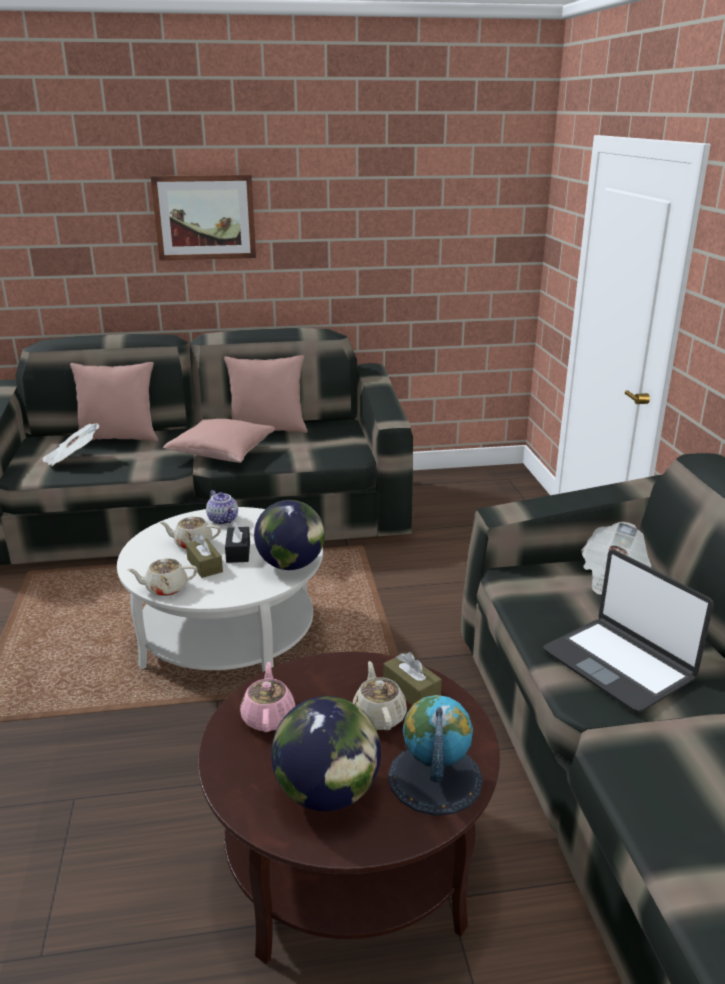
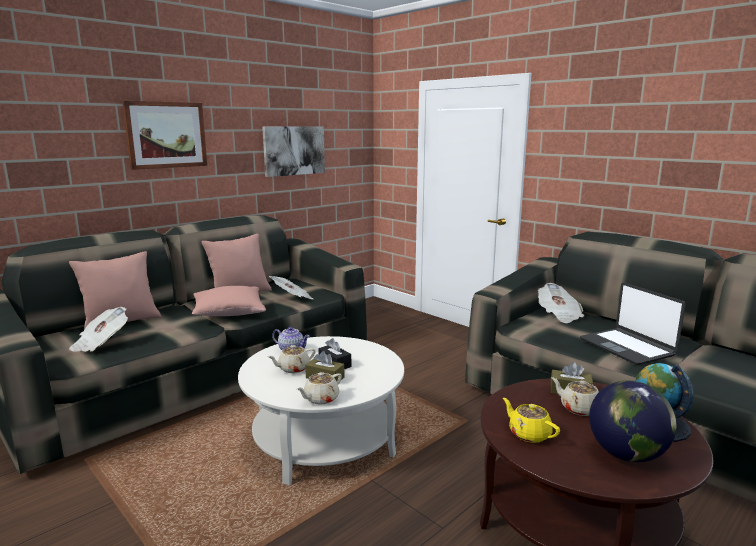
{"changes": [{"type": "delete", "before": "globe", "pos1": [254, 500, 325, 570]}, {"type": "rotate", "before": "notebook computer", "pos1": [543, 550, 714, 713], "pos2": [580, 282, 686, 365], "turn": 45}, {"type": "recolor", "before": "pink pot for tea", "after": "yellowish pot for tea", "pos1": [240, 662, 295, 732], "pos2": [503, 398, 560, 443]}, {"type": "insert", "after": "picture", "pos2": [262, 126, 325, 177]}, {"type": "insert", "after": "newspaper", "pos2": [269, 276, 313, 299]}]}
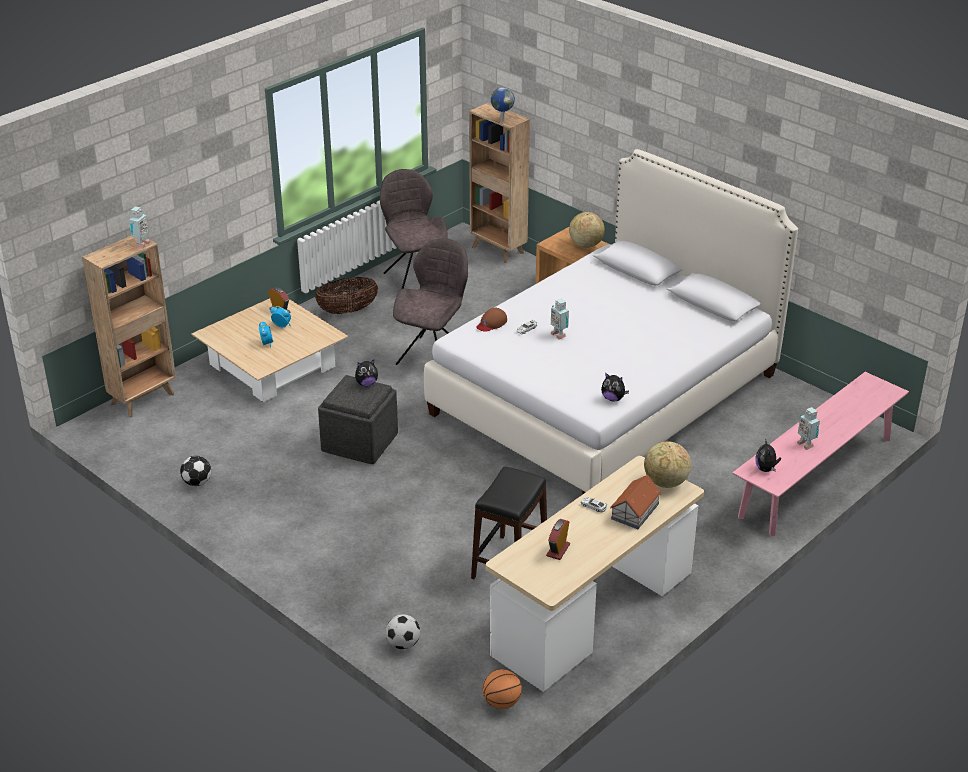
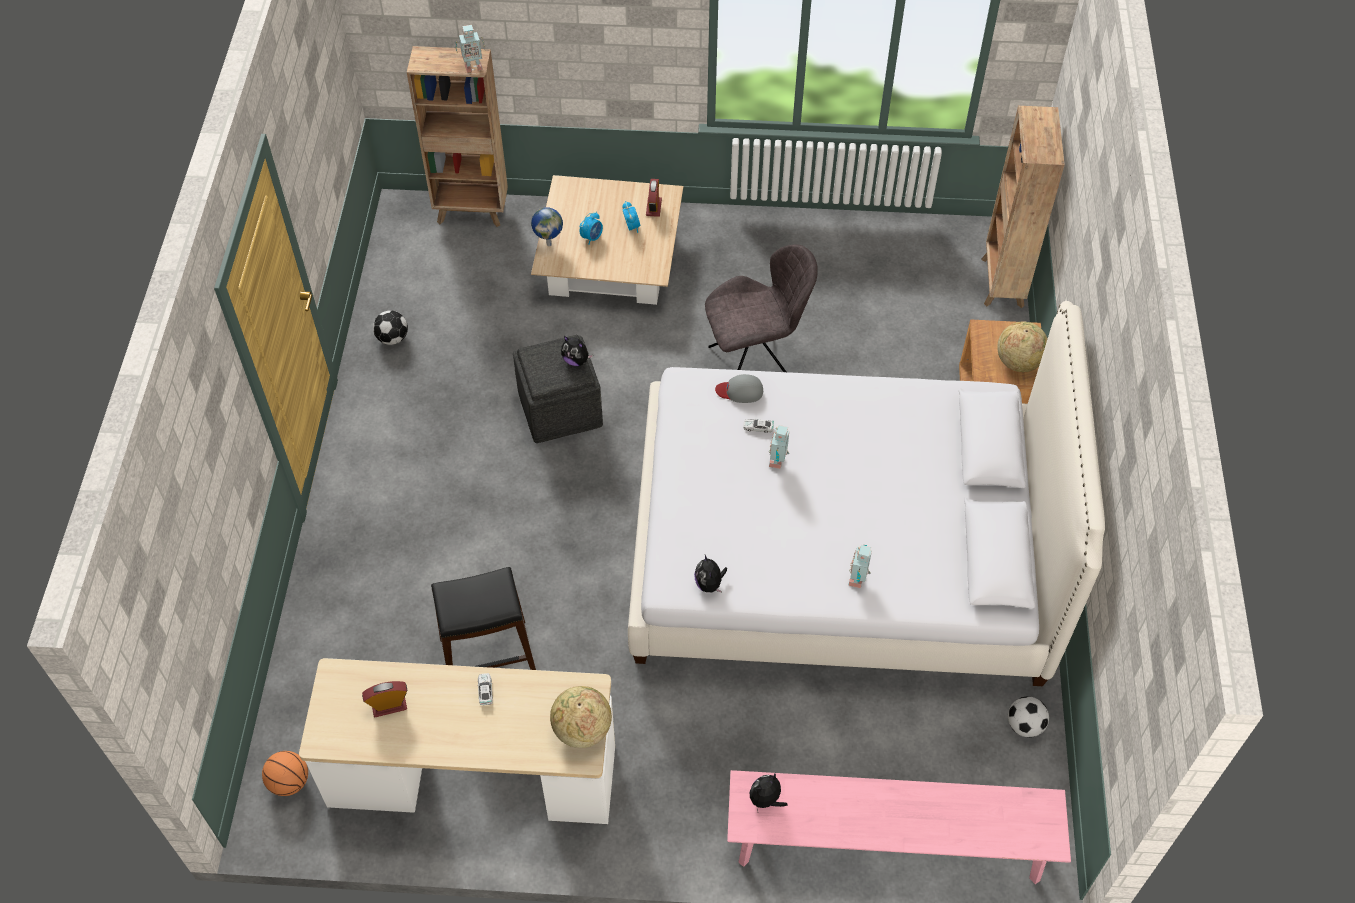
{"changes": [{"type": "move", "before": "globe", "pos1": [491, 87, 515, 122], "pos2": [531, 207, 563, 246]}, {"type": "delete", "before": "gray chair", "pos1": [380, 169, 448, 289]}, {"type": "delete", "before": "storage basket", "pos1": [315, 277, 378, 314]}, {"type": "recolor", "before": "brownish peaked cap", "after": "gray peaked cap", "pos1": [477, 308, 507, 332], "pos2": [715, 374, 763, 403]}, {"type": "move", "before": "robot figure", "pos1": [797, 407, 820, 450], "pos2": [848, 545, 872, 588]}, {"type": "delete", "before": "miniature house", "pos1": [610, 475, 661, 529]}, {"type": "move", "before": "football ball", "pos1": [386, 614, 420, 649], "pos2": [1008, 696, 1049, 737]}]}
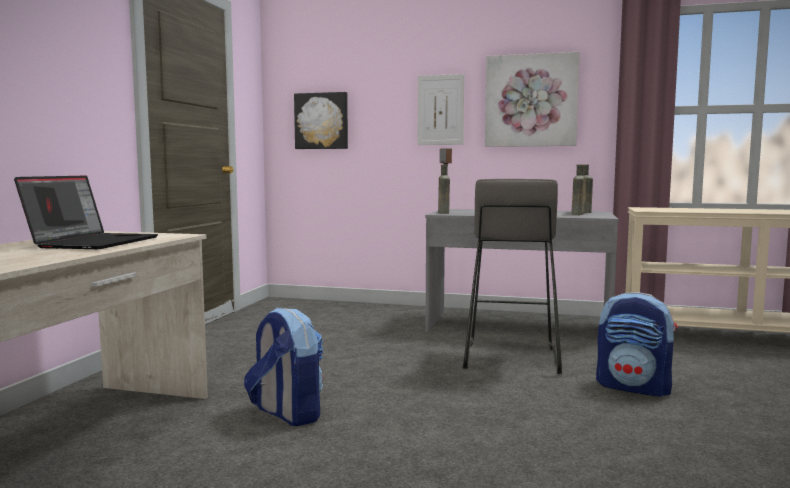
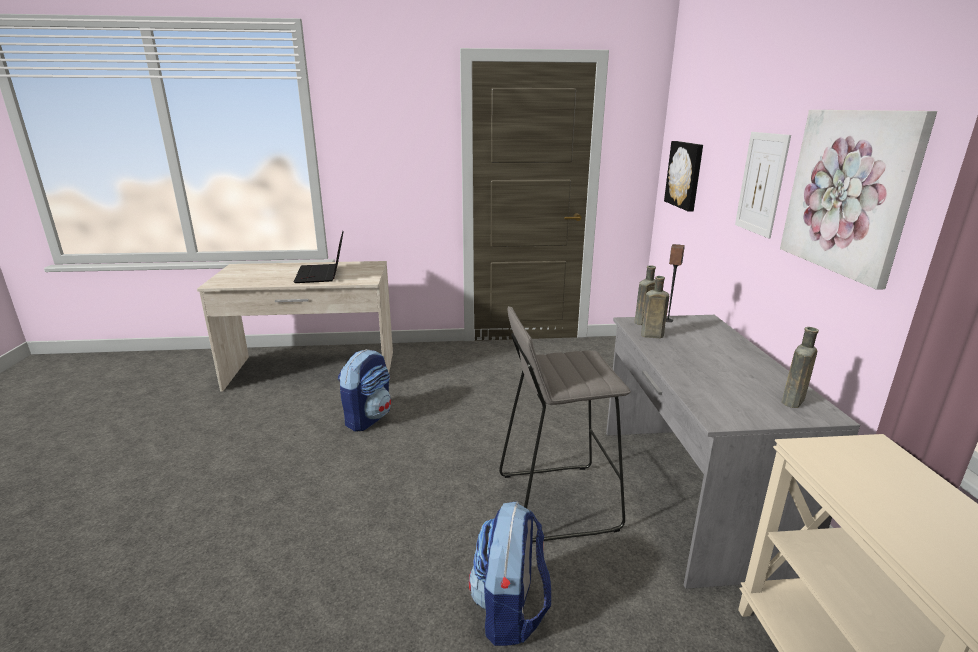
{"changes": [{"type": "move", "before": "brownish beverage bottle", "pos1": [571, 164, 586, 215], "pos2": [641, 276, 669, 338]}, {"type": "rotate", "before": "notebook computer", "pos1": [14, 176, 158, 249], "pos2": [293, 231, 344, 283], "turn": 90}]}
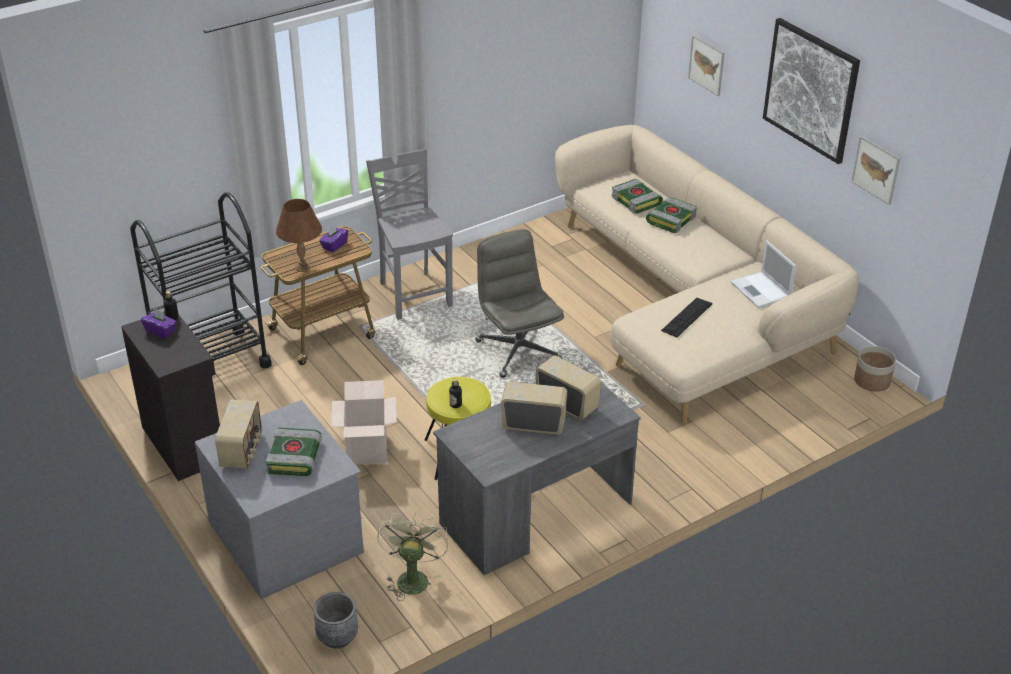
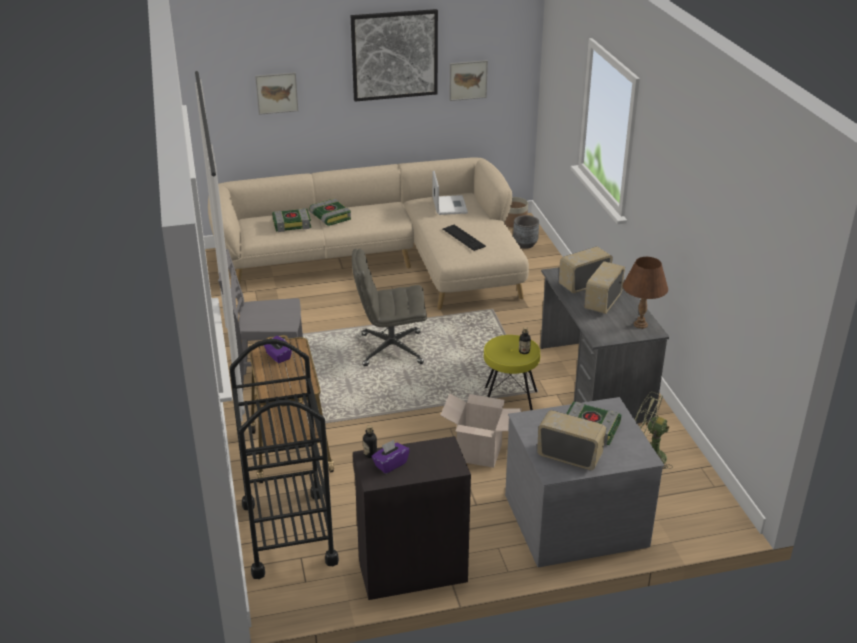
{"changes": [{"type": "move", "before": "brownish table lamp", "pos1": [276, 199, 322, 272], "pos2": [623, 257, 668, 329]}, {"type": "rotate", "before": "notebook computer", "pos1": [730, 241, 796, 308], "pos2": [432, 171, 468, 215], "turn": -90}, {"type": "move", "before": "gray planter", "pos1": [313, 592, 358, 649], "pos2": [513, 215, 539, 249]}]}
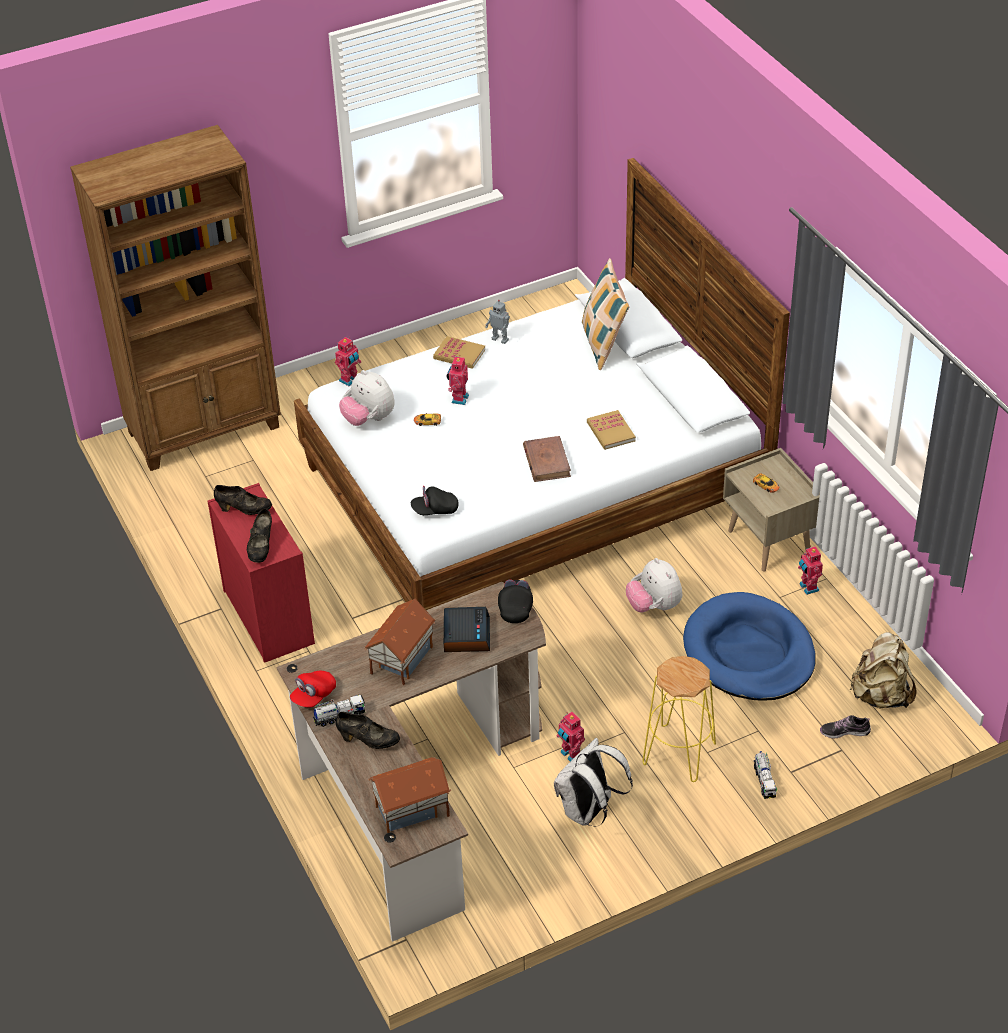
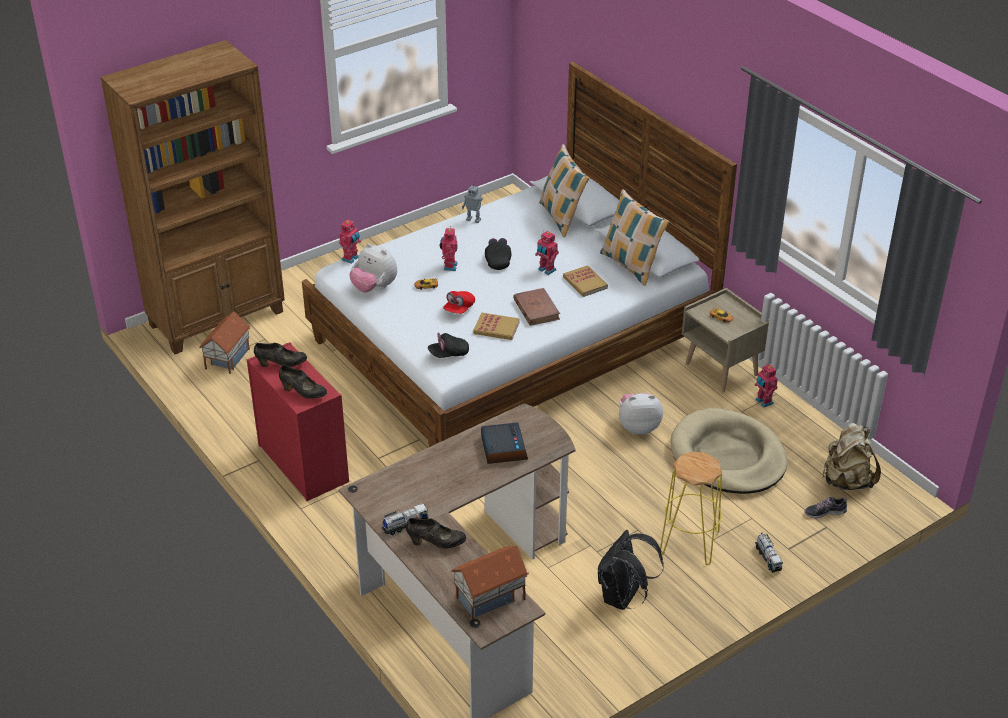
{"changes": [{"type": "move", "before": "bound book", "pos1": [433, 336, 485, 369], "pos2": [473, 312, 520, 340]}, {"type": "rotate", "before": "blackish item of footwear", "pos1": [247, 509, 272, 563], "pos2": [279, 365, 327, 399], "turn": -60}, {"type": "rotate", "before": "plush toy", "pos1": [626, 558, 682, 612], "pos2": [619, 393, 663, 435], "turn": 120}, {"type": "move", "before": "blackish peaked cap", "pos1": [498, 579, 533, 623], "pos2": [485, 238, 511, 270]}, {"type": "recolor", "before": "blue-coloured dog cushion", "after": "beige-coloured dog cushion", "pos1": [683, 592, 815, 701], "pos2": [671, 408, 787, 494]}, {"type": "move", "before": "miniature house", "pos1": [365, 599, 435, 685], "pos2": [199, 311, 250, 374]}, {"type": "move", "before": "red peaked cap", "pos1": [290, 671, 336, 707], "pos2": [443, 291, 475, 314]}, {"type": "move", "before": "robot figure", "pos1": [556, 712, 585, 762], "pos2": [535, 231, 559, 275]}, {"type": "recolor", "before": "whitish backpack", "after": "blackish backpack", "pos1": [554, 738, 633, 827], "pos2": [598, 530, 664, 610]}, {"type": "insert", "after": "cushion", "pos2": [600, 189, 669, 286]}]}
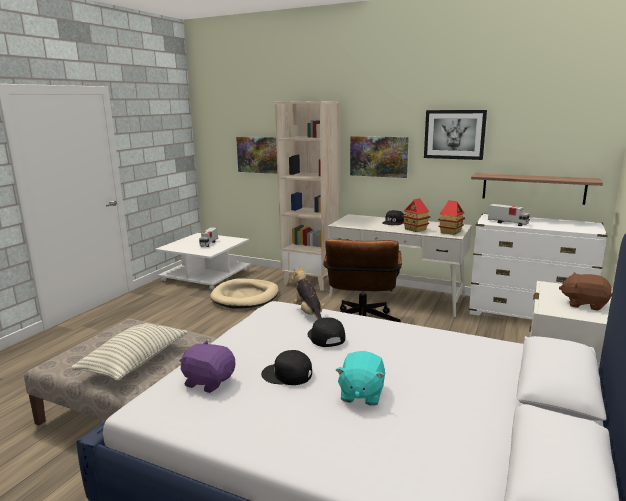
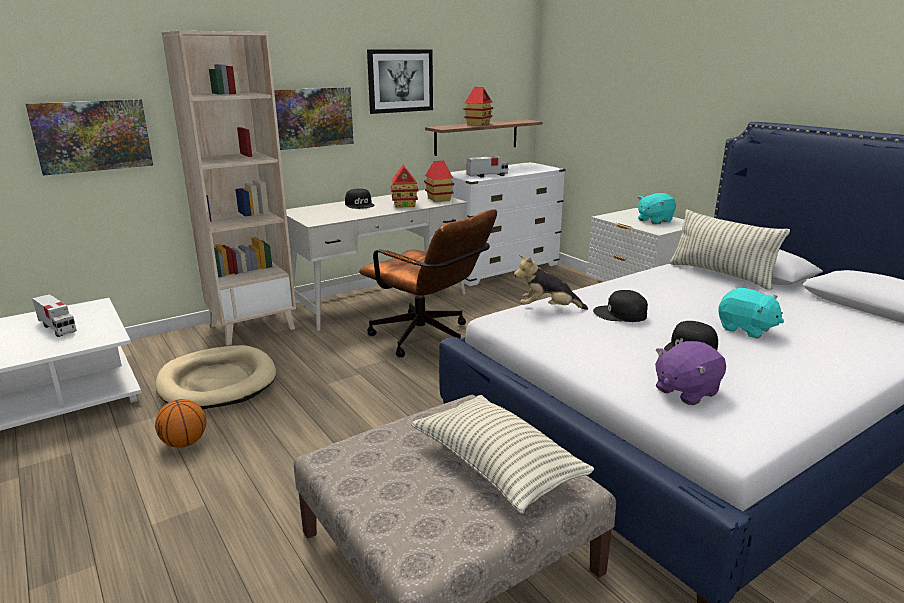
{"changes": [{"type": "recolor", "before": "brownish plush toy", "after": "turquoise plush toy", "pos1": [559, 273, 612, 311], "pos2": [638, 193, 676, 224]}, {"type": "insert", "after": "miniature house", "pos2": [464, 87, 493, 126]}, {"type": "insert", "after": "cushion", "pos2": [669, 210, 790, 290]}, {"type": "insert", "after": "basketball", "pos2": [155, 399, 206, 448]}]}
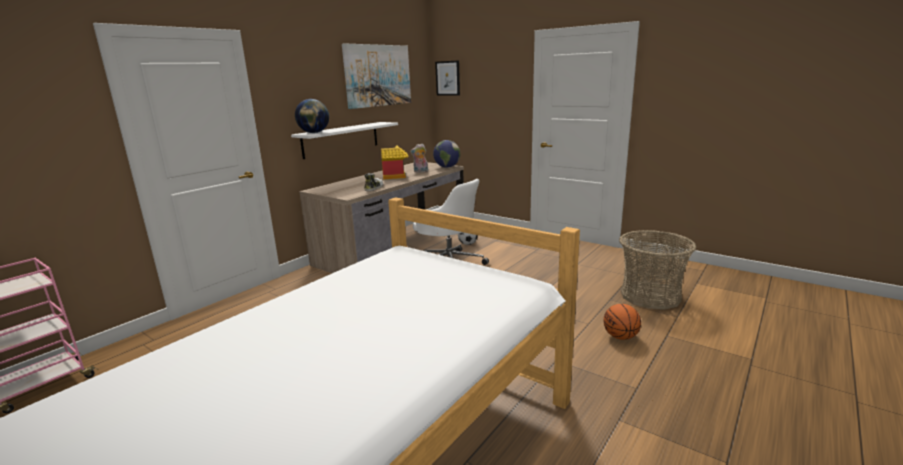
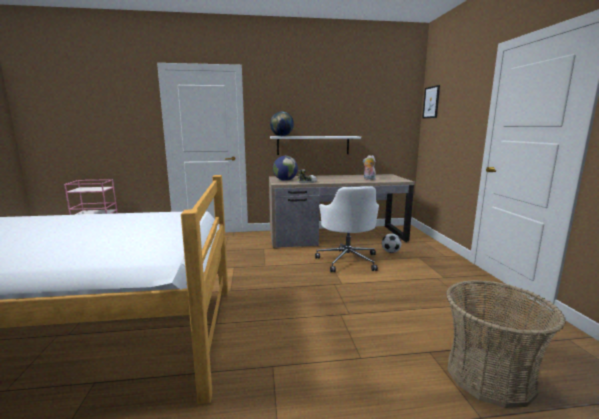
{"changes": [{"type": "delete", "before": "picture", "pos1": [342, 43, 411, 109]}, {"type": "move", "before": "globe", "pos1": [433, 140, 460, 168], "pos2": [273, 156, 298, 181]}, {"type": "delete", "before": "miniature house", "pos1": [381, 145, 408, 179]}, {"type": "delete", "before": "basketball", "pos1": [604, 304, 641, 340]}]}
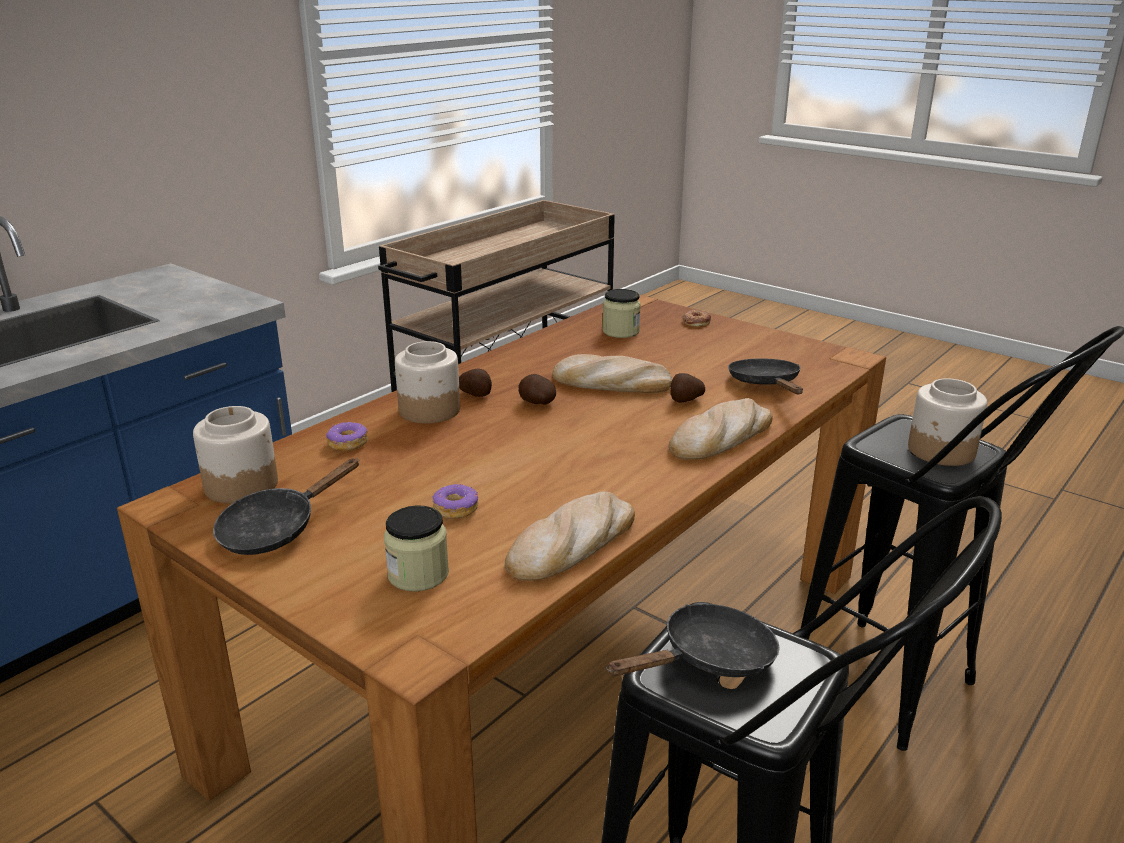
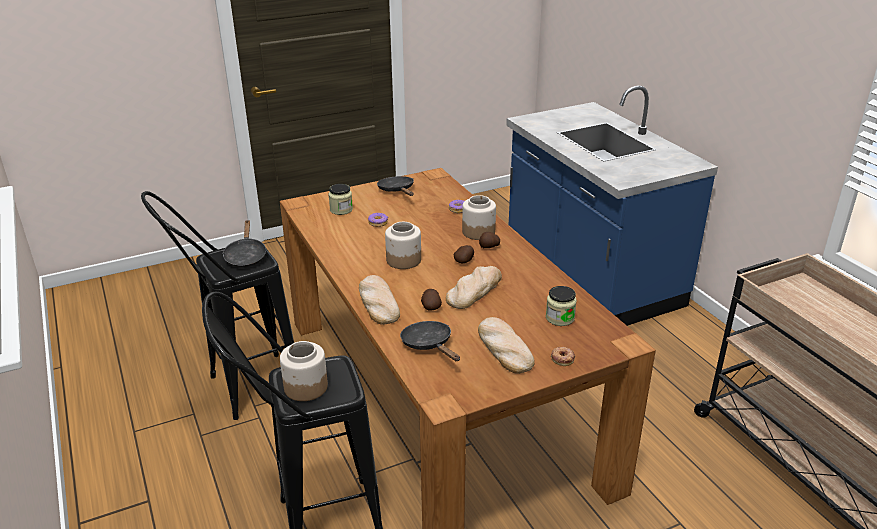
{"changes": [{"type": "rotate", "before": "blackish pan", "pos1": [728, 358, 803, 394], "pos2": [400, 321, 460, 361], "turn": -135}, {"type": "move", "before": "storage jar", "pos1": [193, 406, 278, 503], "pos2": [385, 222, 421, 269]}, {"type": "move", "before": "bread", "pos1": [505, 491, 635, 581], "pos2": [478, 317, 535, 374]}]}
